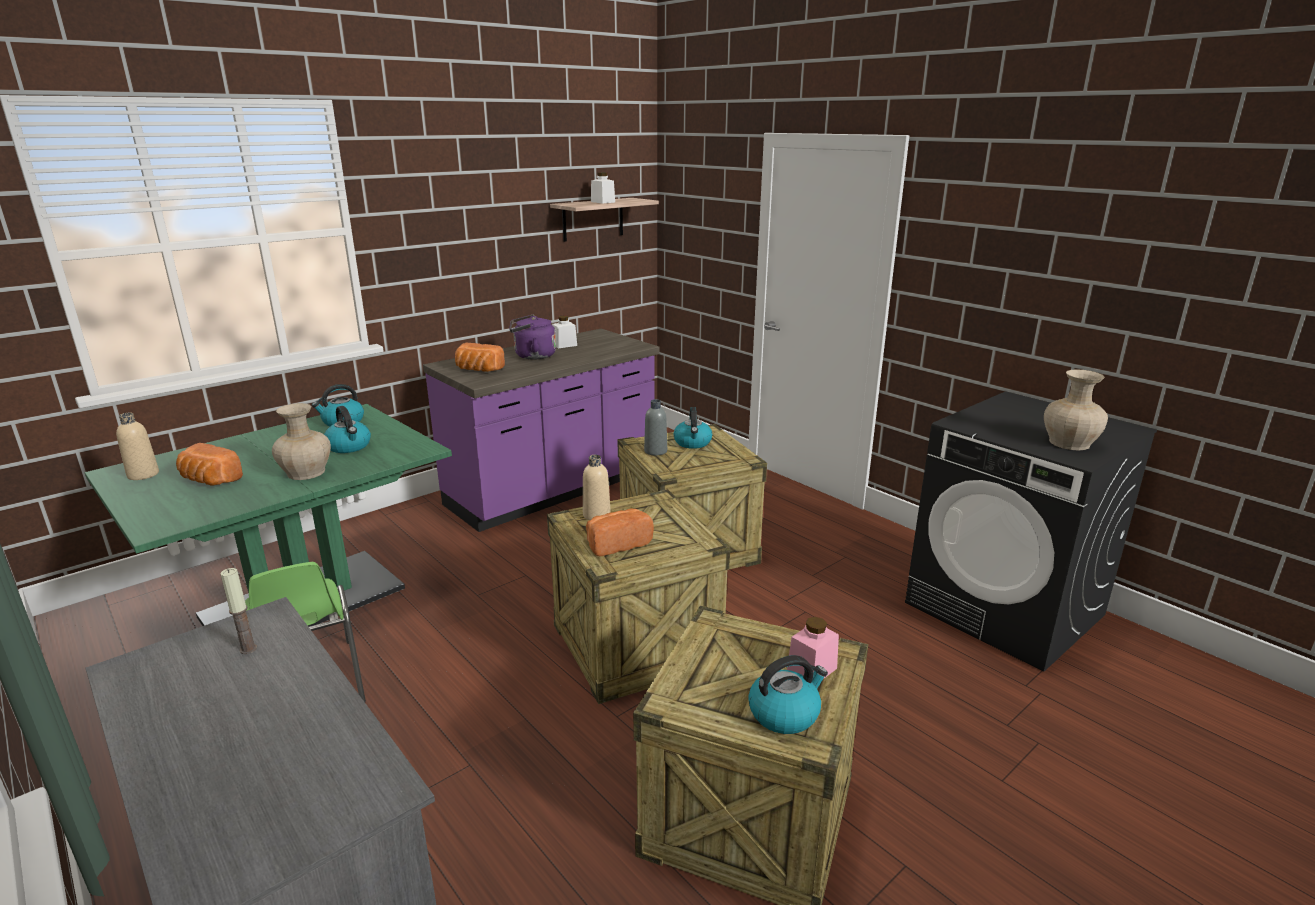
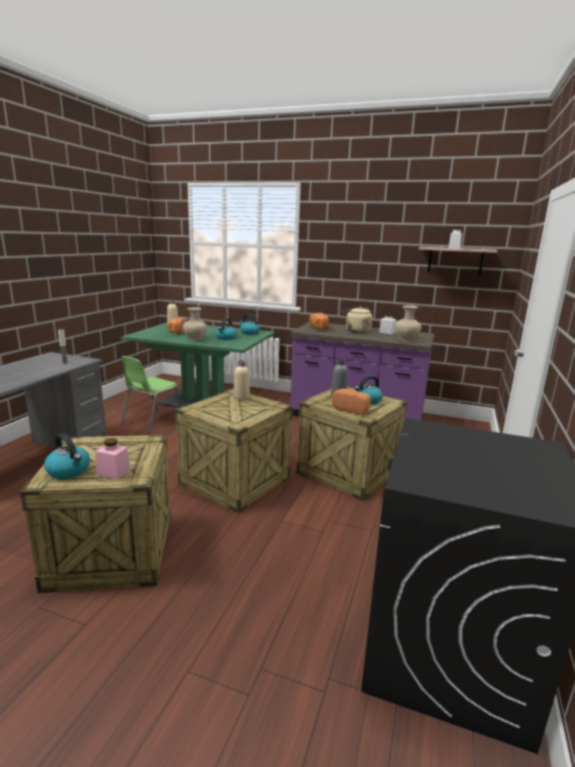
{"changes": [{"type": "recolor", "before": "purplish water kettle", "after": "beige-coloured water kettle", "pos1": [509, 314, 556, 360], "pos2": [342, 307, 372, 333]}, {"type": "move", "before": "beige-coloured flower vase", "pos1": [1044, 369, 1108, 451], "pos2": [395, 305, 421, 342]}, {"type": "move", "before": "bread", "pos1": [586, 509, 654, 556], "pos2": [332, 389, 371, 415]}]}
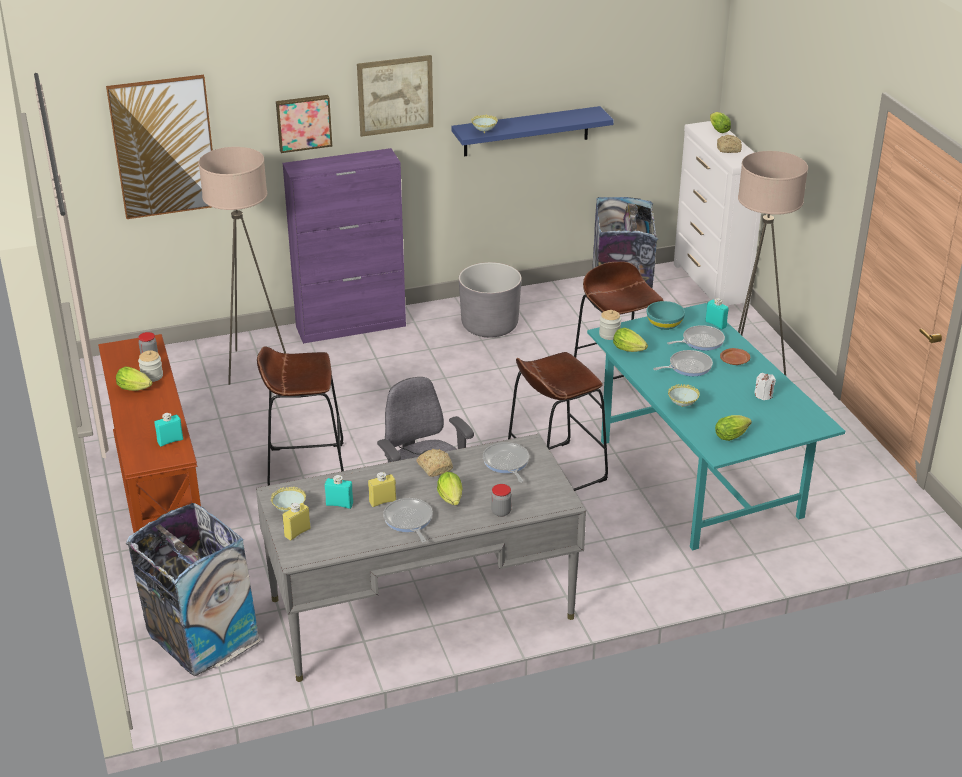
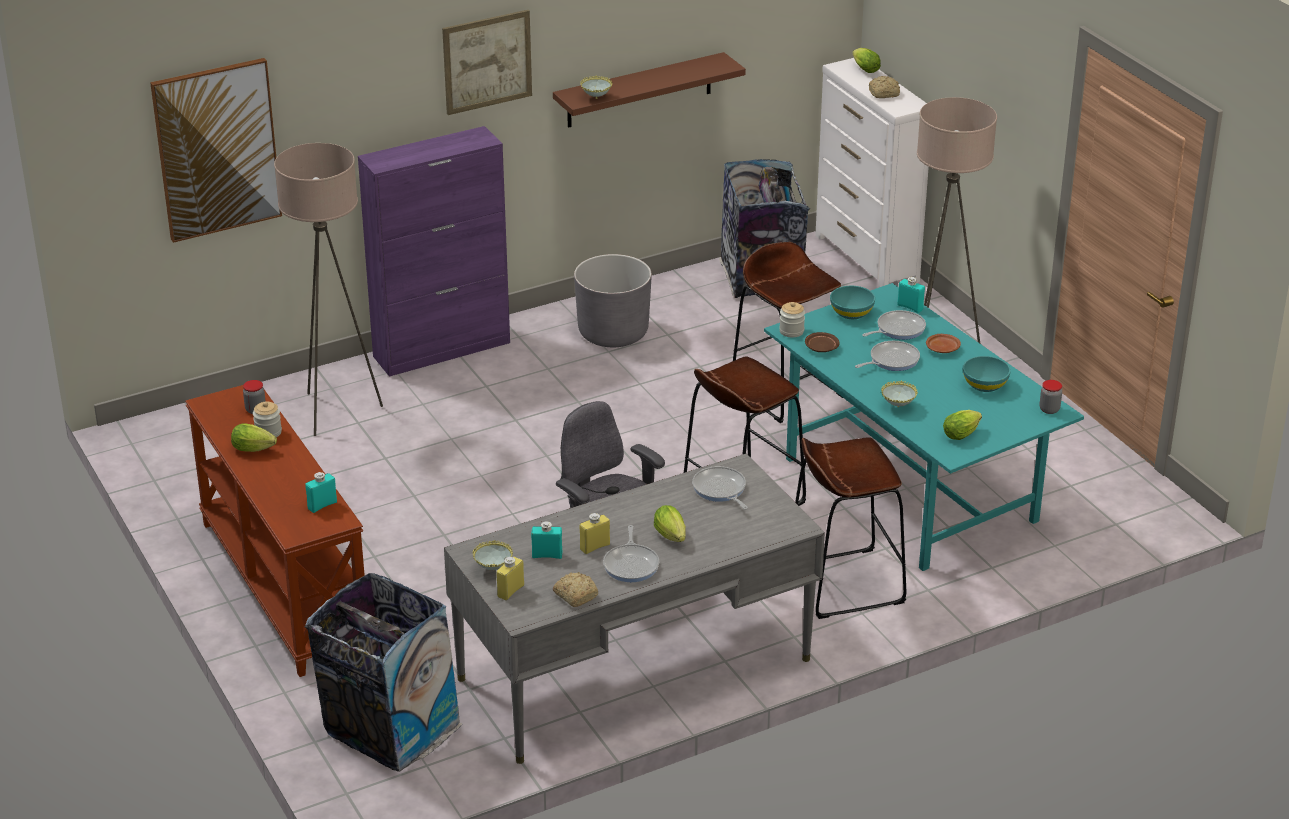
{"changes": [{"type": "delete", "before": "picture", "pos1": [276, 95, 332, 153]}, {"type": "recolor", "before": "blue-coloured shelf", "after": "brownish shelf", "pos1": [452, 106, 614, 157], "pos2": [553, 52, 746, 128]}, {"type": "replace", "before": "lettuce head", "after": "brownish dinner plate", "pos1": [613, 328, 648, 352], "pos2": [805, 332, 840, 352]}, {"type": "move", "before": "brownish stool seat", "pos1": [257, 346, 344, 486], "pos2": [795, 437, 906, 619]}, {"type": "replace", "before": "whitish candle", "after": "turquoise bowl", "pos1": [754, 373, 776, 400], "pos2": [963, 356, 1011, 392]}, {"type": "move", "before": "bread", "pos1": [417, 449, 453, 477], "pos2": [553, 572, 598, 607]}, {"type": "move", "before": "storage jar", "pos1": [491, 484, 512, 517], "pos2": [1040, 380, 1062, 414]}, {"type": "rotate", "before": "pan", "pos1": [383, 498, 433, 542], "pos2": [603, 525, 659, 582], "turn": -150}]}
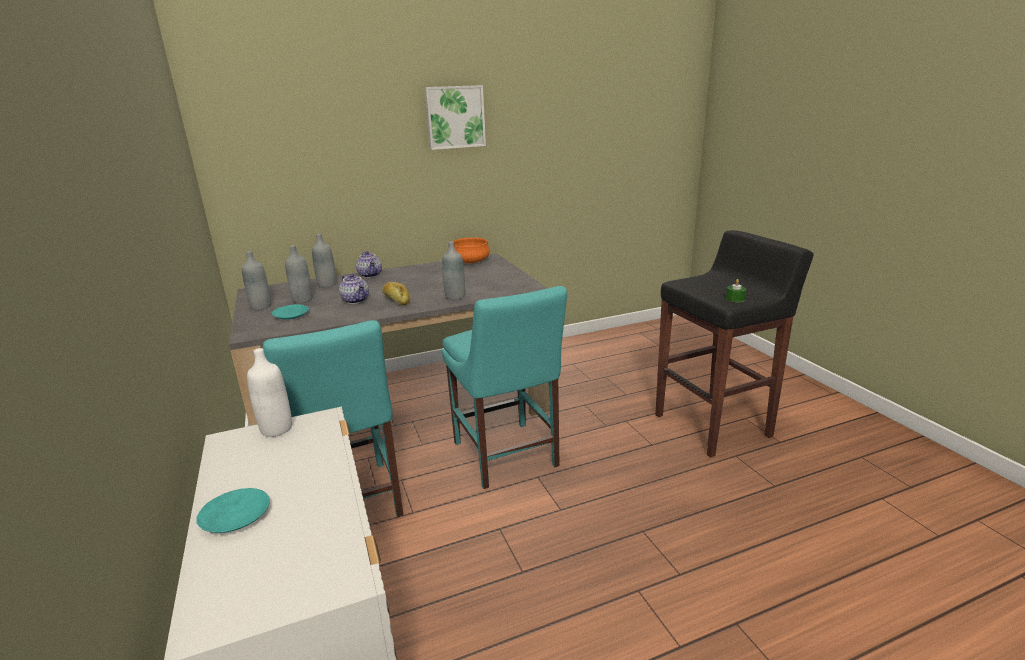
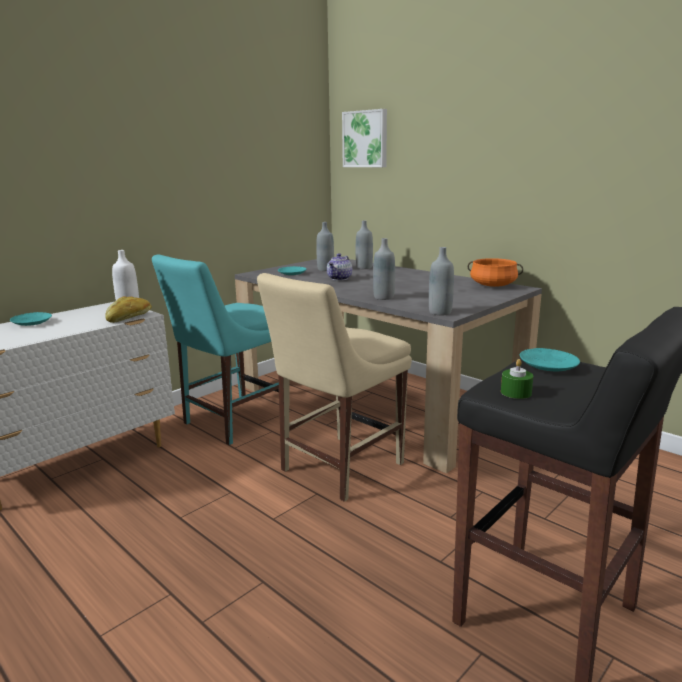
{"changes": [{"type": "move", "before": "picture", "pos1": [424, 85, 486, 150], "pos2": [342, 109, 387, 167]}, {"type": "move", "before": "gray beverage bottle", "pos1": [242, 251, 271, 310], "pos2": [429, 247, 454, 315]}, {"type": "delete", "before": "pot for tea", "pos1": [356, 251, 382, 278]}, {"type": "move", "before": "bread", "pos1": [382, 282, 410, 305], "pos2": [106, 297, 152, 323]}, {"type": "recolor", "before": "turquoise chair", "after": "beige-coloured chair", "pos1": [442, 286, 567, 489], "pos2": [257, 273, 412, 502]}, {"type": "insert", "after": "turquoise dinner plate", "pos2": [520, 348, 580, 371]}]}
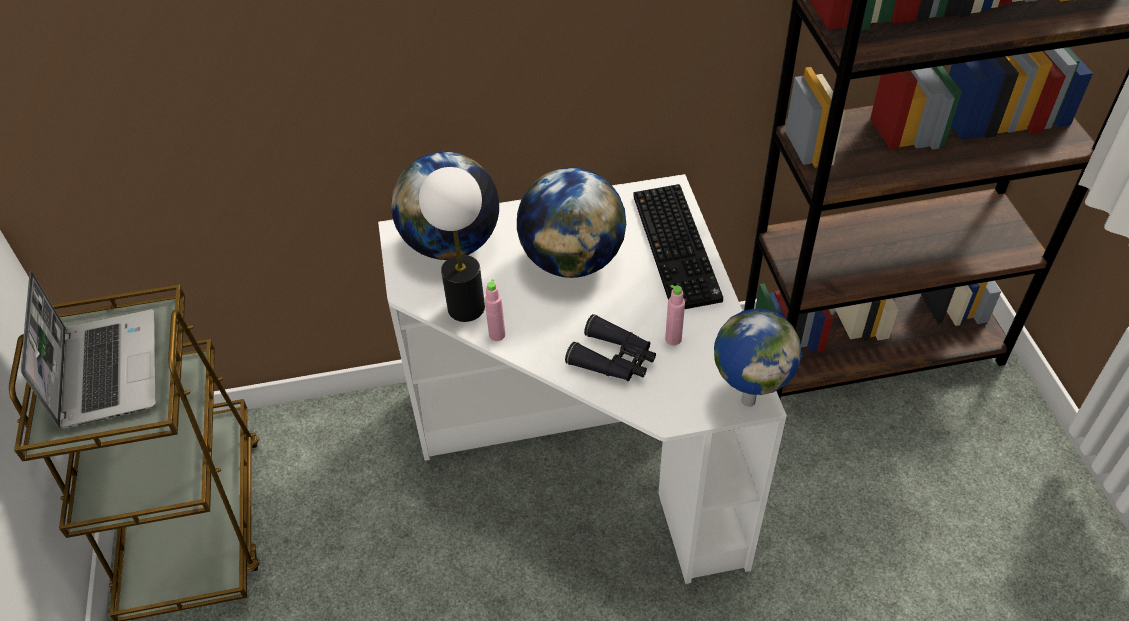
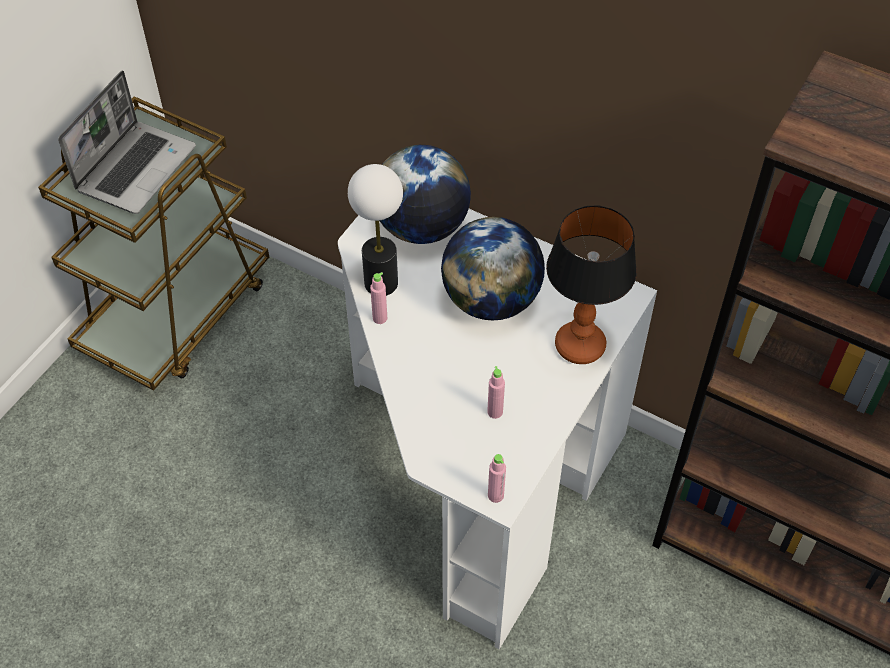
{"changes": [{"type": "replace", "before": "computer keyboard", "after": "table lamp", "pos1": [634, 184, 723, 309], "pos2": [546, 205, 637, 364]}, {"type": "replace", "before": "globe", "after": "pink beverage bottle", "pos1": [714, 309, 802, 407], "pos2": [488, 454, 506, 503]}, {"type": "delete", "before": "blackish pair of binoculars", "pos1": [565, 314, 656, 381]}]}
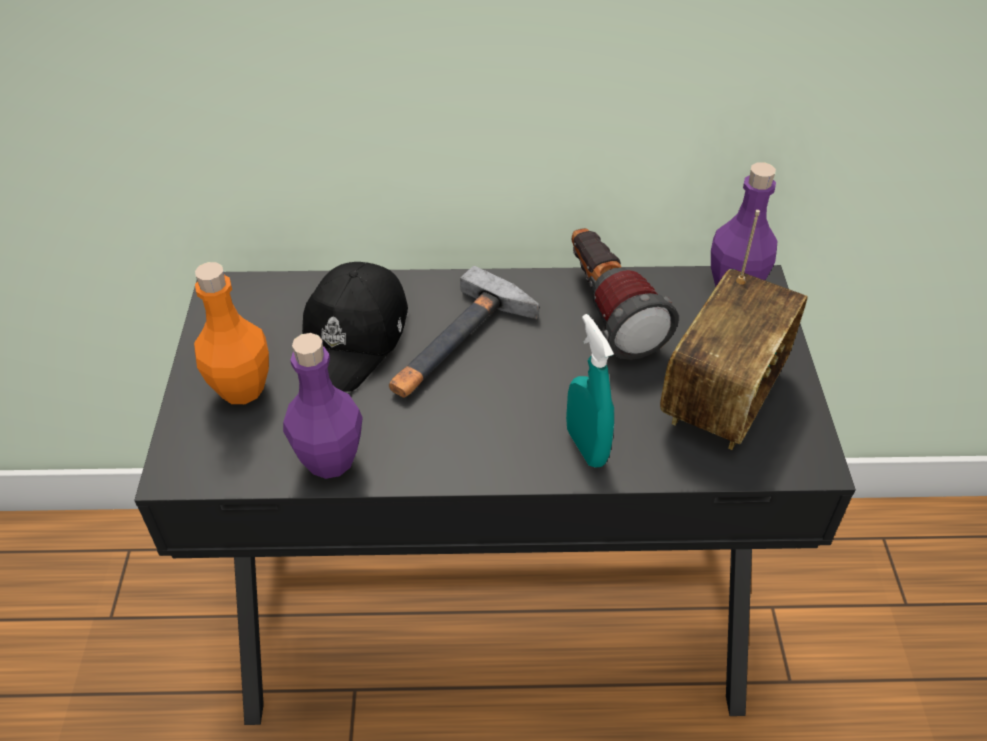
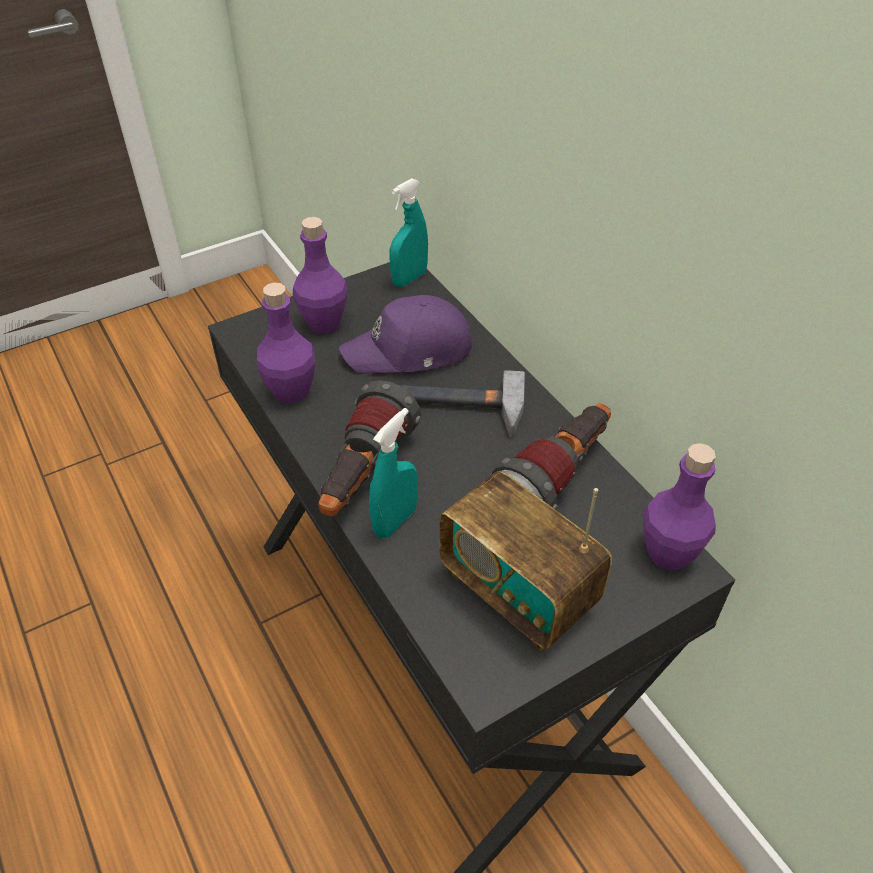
{"changes": [{"type": "rotate", "before": "radio receiver", "pos1": [660, 210, 808, 450], "pos2": [439, 471, 612, 650], "turn": 45}, {"type": "recolor", "before": "orangey beverage bottle", "after": "purplish beverage bottle", "pos1": [194, 262, 269, 404], "pos2": [293, 217, 348, 334]}, {"type": "recolor", "before": "blackish peaked cap", "after": "purplish peaked cap", "pos1": [302, 262, 408, 392], "pos2": [339, 295, 472, 374]}, {"type": "insert", "after": "turquoise hand sprayer", "pos2": [390, 178, 428, 287]}, {"type": "insert", "after": "hand torch", "pos2": [318, 380, 421, 516]}]}
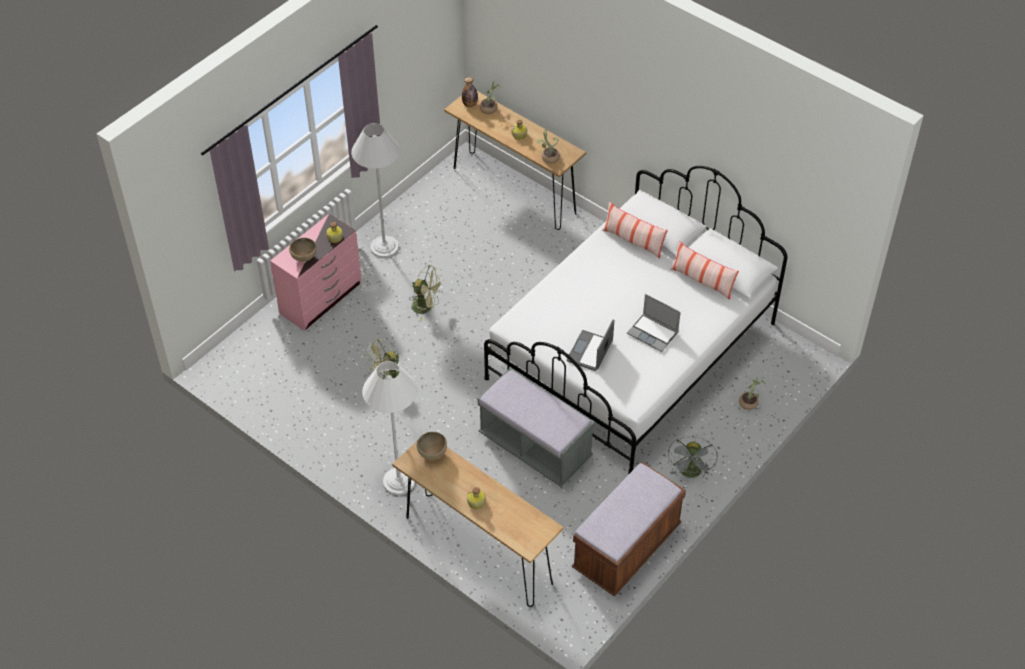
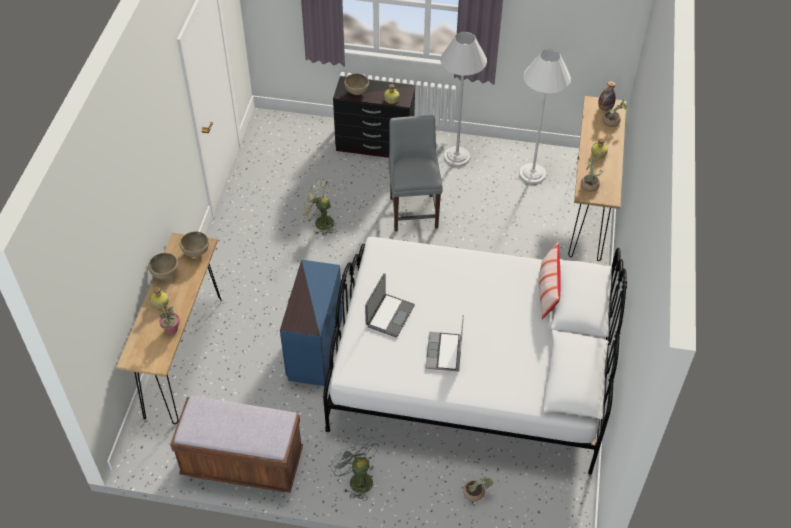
{"changes": [{"type": "recolor", "before": "pink chest of drawers", "after": "blackish chest of drawers", "pos1": [270, 213, 362, 331], "pos2": [333, 76, 415, 158]}, {"type": "delete", "before": "cushion", "pos1": [670, 241, 739, 300]}, {"type": "replace", "before": "green electric fan", "after": "gray chair", "pos1": [412, 265, 443, 321], "pos2": [389, 115, 443, 231]}, {"type": "rotate", "before": "notebook computer", "pos1": [567, 320, 614, 371], "pos2": [365, 273, 415, 337], "turn": 120}, {"type": "move", "before": "whitish standing lamp", "pos1": [362, 361, 418, 495], "pos2": [519, 49, 571, 184]}, {"type": "replace", "before": "gray bench", "after": "blue-coloured chest of drawers", "pos1": [478, 367, 595, 487], "pos2": [280, 260, 343, 386]}, {"type": "rotate", "before": "gray electric fan", "pos1": [668, 437, 718, 478], "pos2": [330, 437, 379, 501], "turn": 75}, {"type": "insert", "after": "brownish bowl", "pos2": [148, 253, 178, 279]}, {"type": "insert", "after": "potted plant", "pos2": [159, 303, 180, 334]}]}
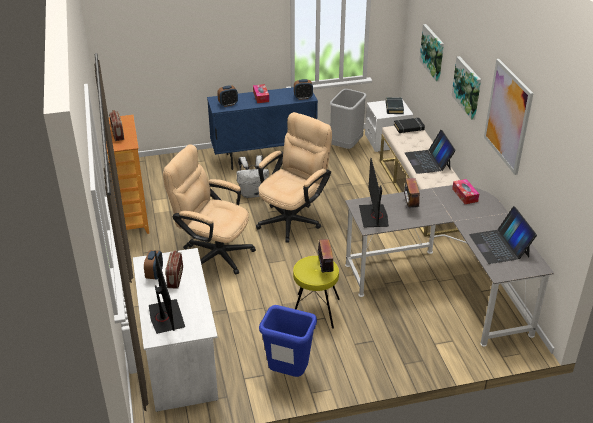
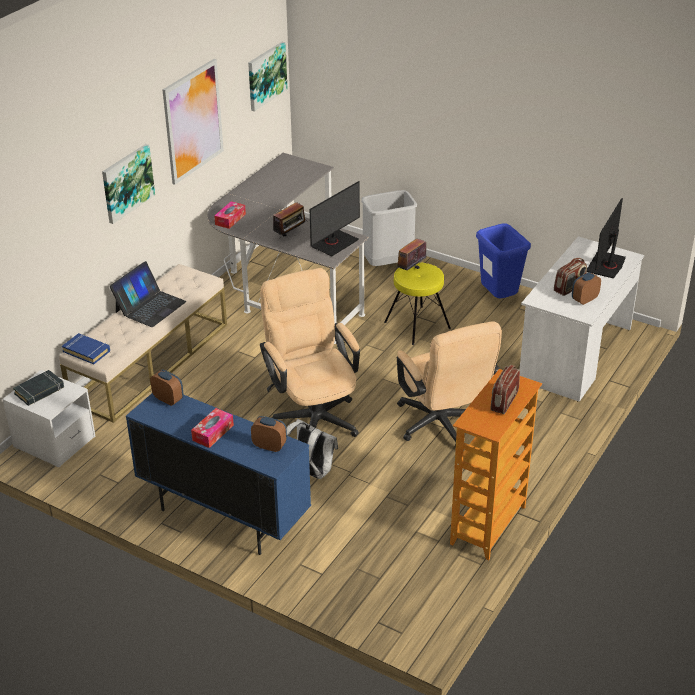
{"changes": [{"type": "move", "before": "picture", "pos1": [419, 24, 444, 82], "pos2": [248, 42, 287, 111]}, {"type": "move", "before": "gray trash can", "pos1": [330, 89, 366, 149], "pos2": [361, 190, 417, 266]}, {"type": "rotate", "before": "beige-coloured office chair", "pos1": [256, 112, 332, 243], "pos2": [260, 268, 360, 437], "turn": 75}, {"type": "recolor", "before": "blackish bound book", "after": "blue-coloured bound book", "pos1": [394, 118, 425, 133], "pos2": [62, 333, 110, 364]}, {"type": "delete", "before": "notebook computer", "pos1": [469, 206, 537, 264]}]}
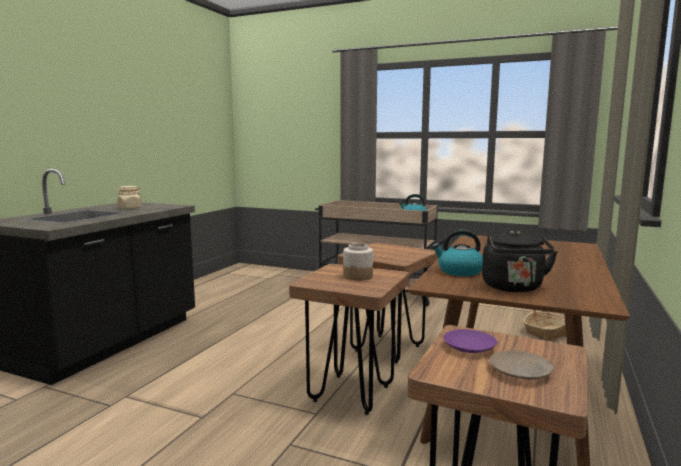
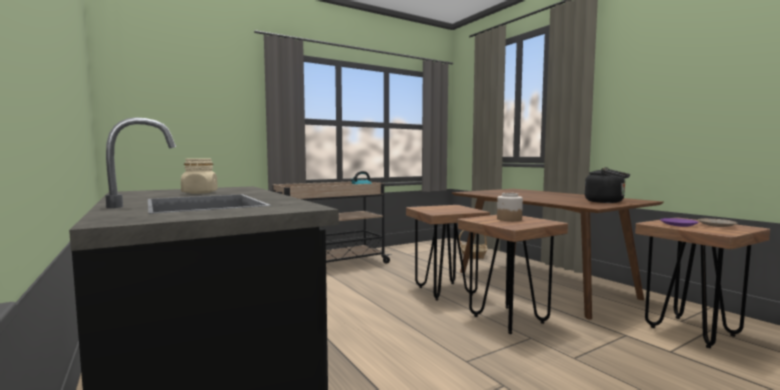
{"changes": [{"type": "delete", "before": "water kettle", "pos1": [432, 230, 483, 276]}]}
